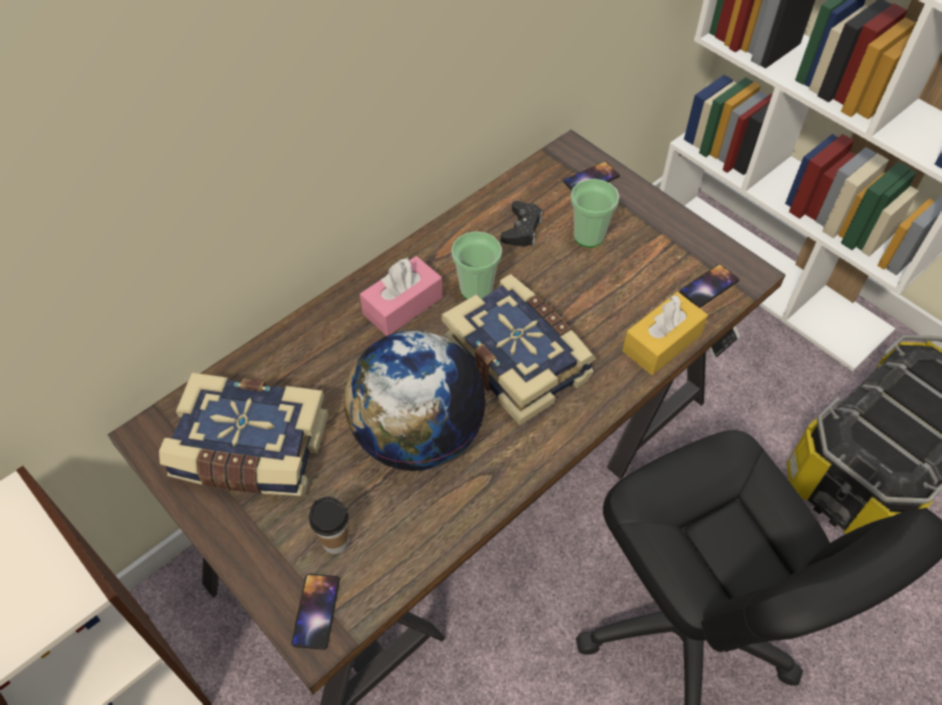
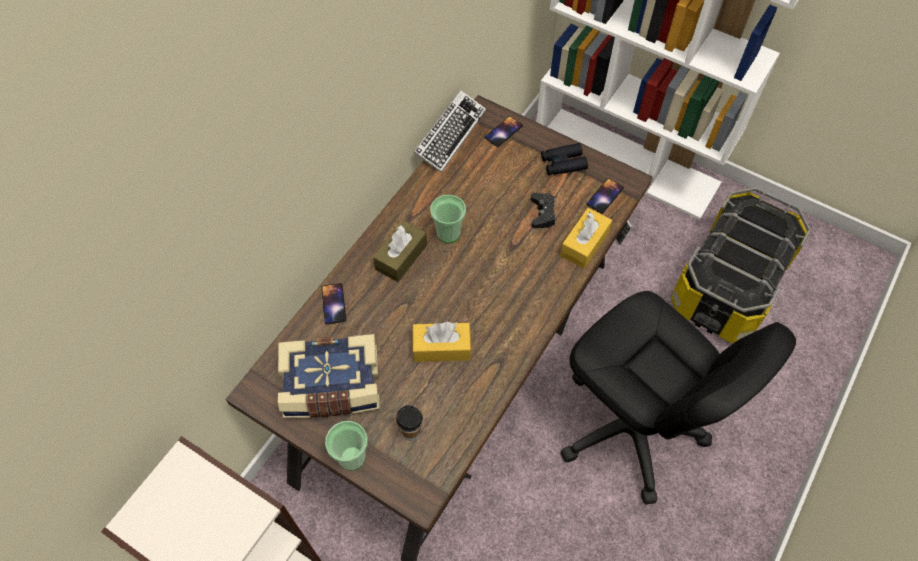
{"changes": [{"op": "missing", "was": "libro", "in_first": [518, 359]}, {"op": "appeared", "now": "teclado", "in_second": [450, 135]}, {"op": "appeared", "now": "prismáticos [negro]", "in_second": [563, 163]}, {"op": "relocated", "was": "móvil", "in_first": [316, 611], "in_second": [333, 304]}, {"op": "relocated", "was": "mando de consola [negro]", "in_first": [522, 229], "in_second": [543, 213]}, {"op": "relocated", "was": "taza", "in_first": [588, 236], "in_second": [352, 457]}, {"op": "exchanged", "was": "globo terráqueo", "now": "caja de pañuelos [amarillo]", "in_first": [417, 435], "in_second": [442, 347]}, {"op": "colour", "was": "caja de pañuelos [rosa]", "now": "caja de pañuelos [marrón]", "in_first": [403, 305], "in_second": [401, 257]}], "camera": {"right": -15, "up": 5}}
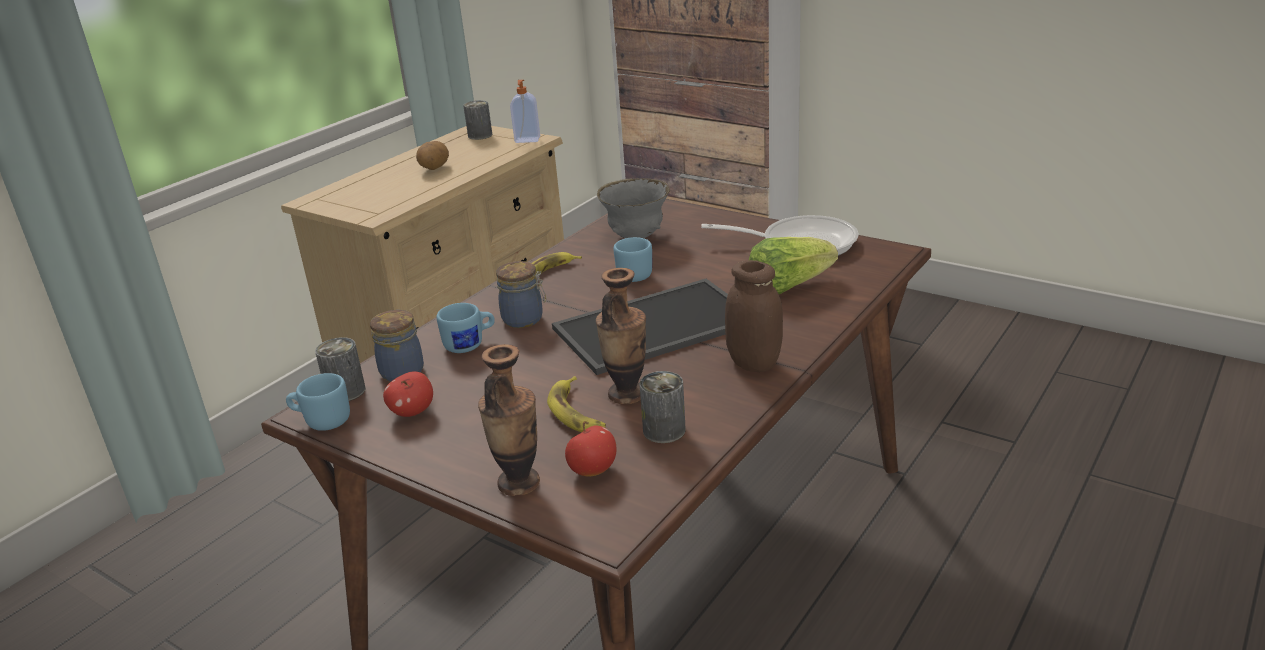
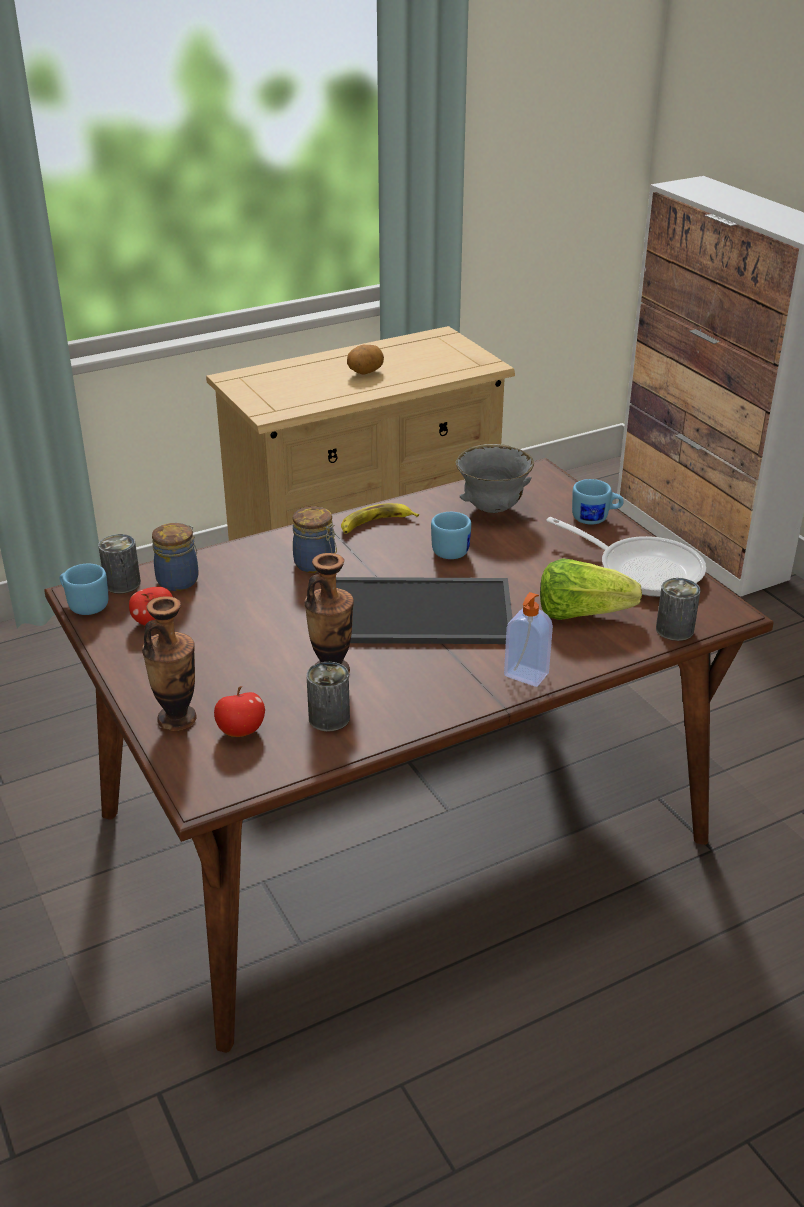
{"changes": [{"op": "missing", "was": "plátano", "in_first": [577, 412]}, {"op": "missing", "was": "tarro [marrón]", "in_first": [754, 363]}, {"op": "relocated", "was": "taza grande [azul]", "in_first": [470, 344], "in_second": [595, 519]}, {"op": "relocated", "was": "lata", "in_first": [480, 135], "in_second": [674, 630]}, {"op": "relocated", "was": "dispensador de jabón", "in_first": [527, 140], "in_second": [525, 676]}], "camera": {"right": 25, "up": 5}}
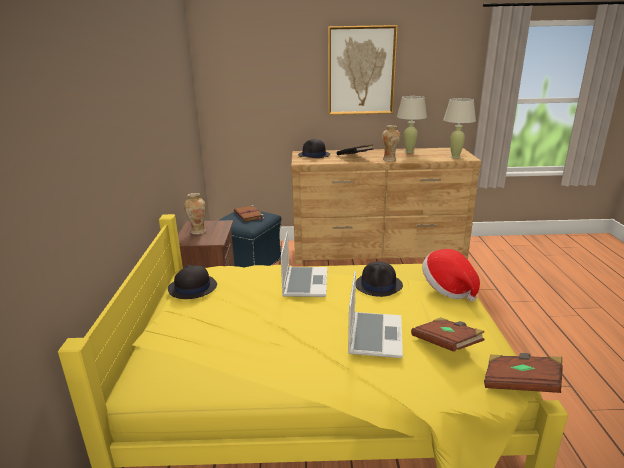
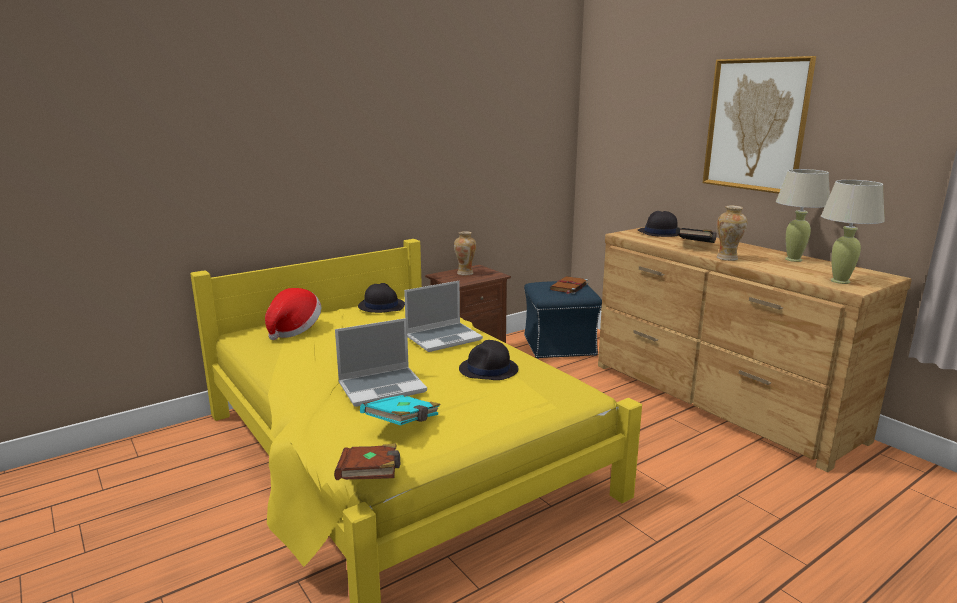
{"changes": [{"op": "relocated", "was": "sombrero", "in_first": [448, 289], "in_second": [294, 330]}, {"op": "colour", "was": "libro [marrón]", "now": "libro [turquesa]", "in_first": [446, 344], "in_second": [403, 423]}], "camera": {"right": 55, "up": -5}}
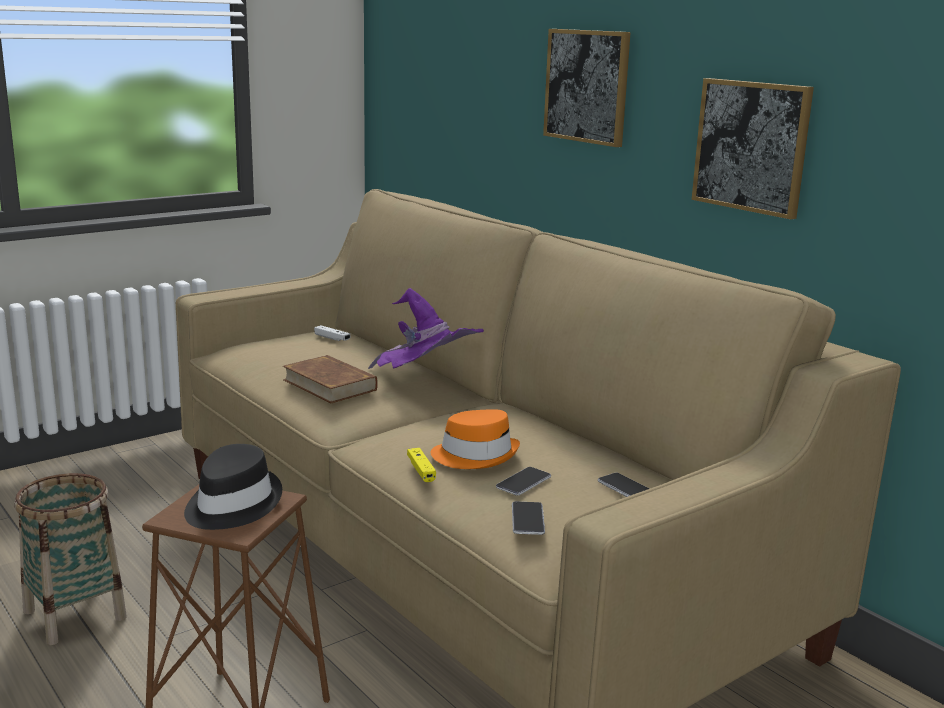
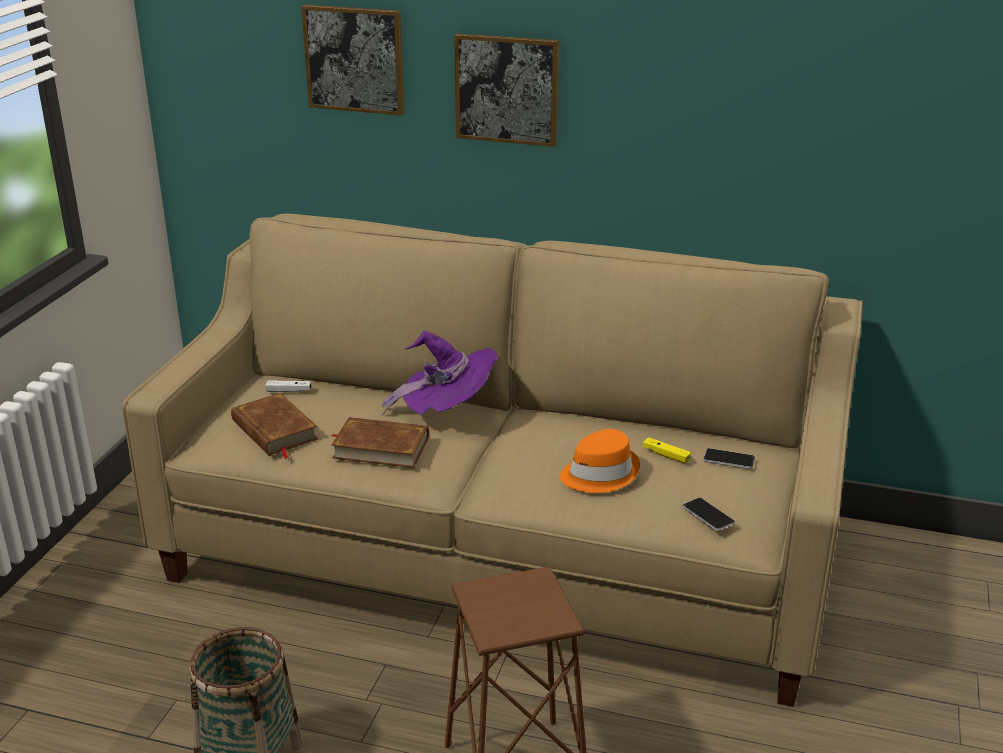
{"changes": [{"op": "missing", "was": "sombrero [negro]", "in_first": [231, 505]}, {"op": "missing", "was": "móvil", "in_first": [523, 482]}, {"op": "appeared", "now": "libro [marrón]", "in_second": [274, 430]}, {"op": "relocated", "was": "mando de consola [amarillo]", "in_first": [421, 470], "in_second": [666, 455]}, {"op": "relocated", "was": "cuadro", "in_first": [751, 146], "in_second": [354, 59]}], "camera": {"right": -35, "up": 10}}
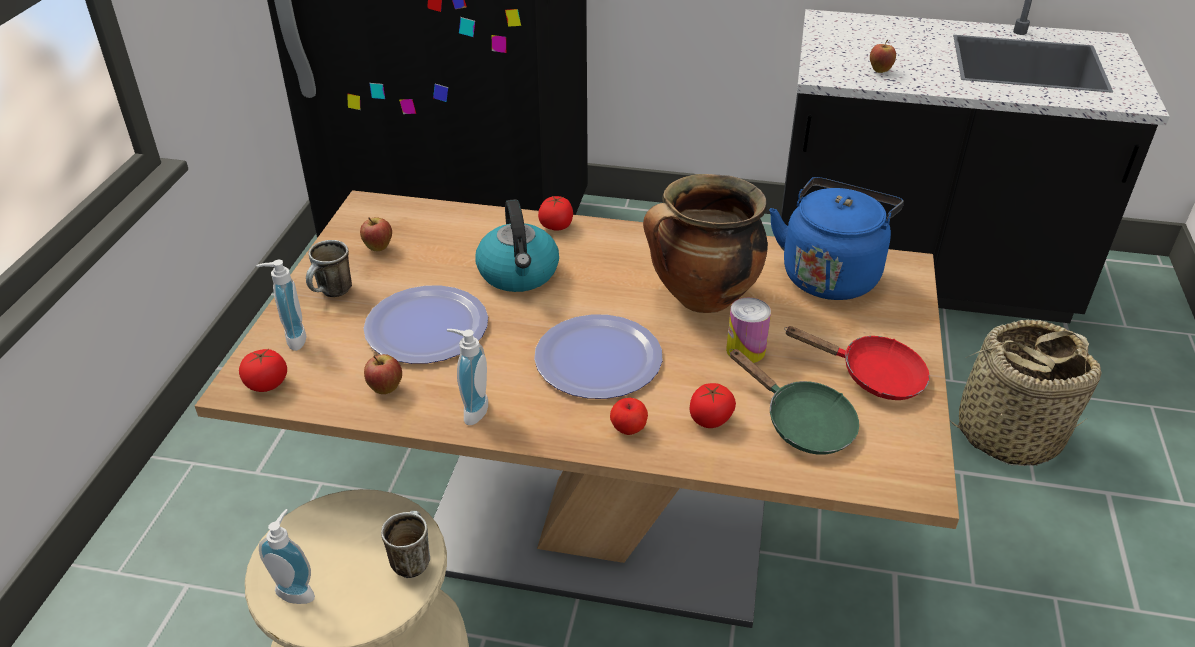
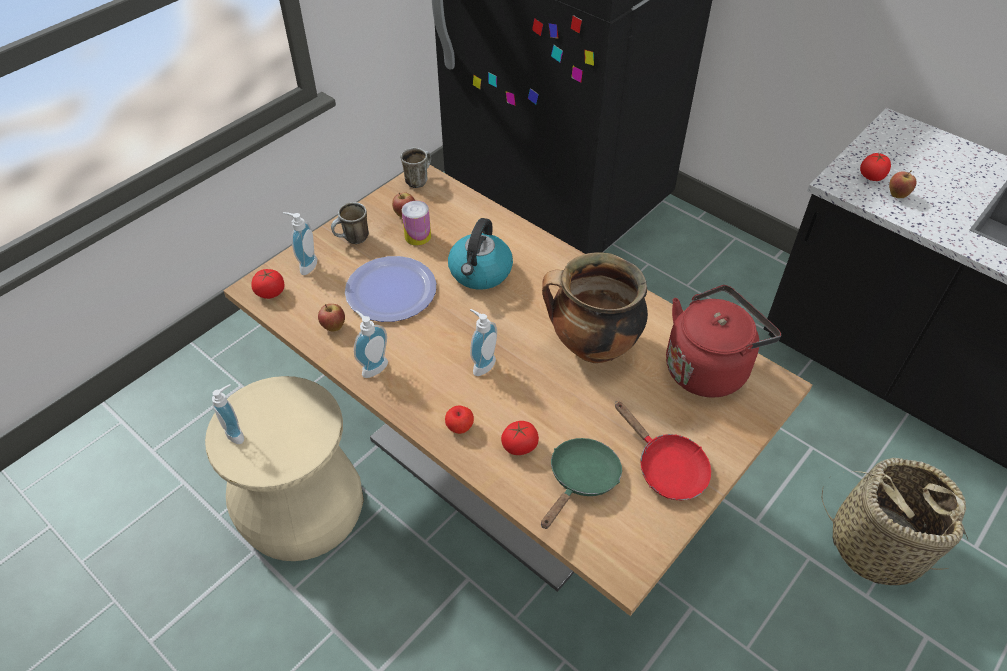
{"changes": [{"op": "relocated", "was": "taza grande", "in_first": [411, 559], "in_second": [418, 179]}, {"op": "relocated", "was": "tomate", "in_first": [556, 226], "in_second": [871, 176]}, {"op": "relocated", "was": "lata", "in_first": [745, 350], "in_second": [418, 236]}, {"op": "exchanged", "was": "plato", "now": "dispensador de jabón", "in_first": [598, 359], "in_second": [481, 364]}, {"op": "colour", "was": "hervidor [azul]", "now": "hervidor [rojo]", "in_first": [831, 274], "in_second": [709, 367]}, {"op": "spun", "was": "sartén [verde]", "in_first": [802, 423], "in_second": [581, 480], "clockwise": -135}], "camera": {"right": 30, "up": 10}}
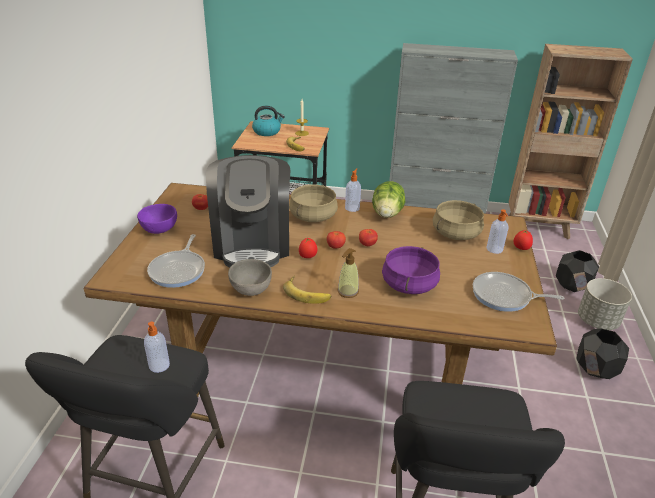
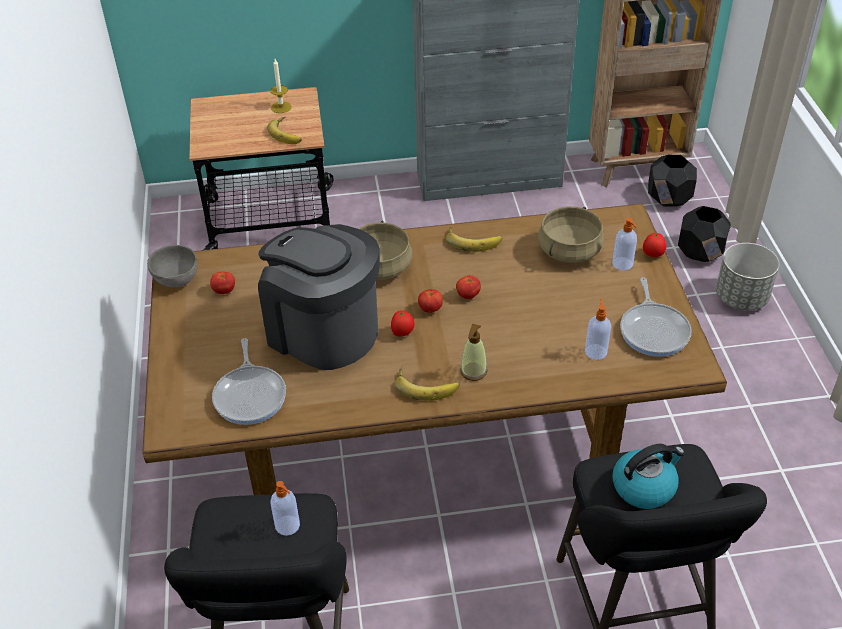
{"changes": [{"op": "missing", "was": "cuenco [morado]", "in_first": [159, 229]}, {"op": "missing", "was": "olla [morado]", "in_first": [409, 285]}, {"op": "relocated", "was": "cuenco [gris]", "in_first": [250, 290], "in_second": [176, 280]}, {"op": "relocated", "was": "hervidor", "in_first": [267, 131], "in_second": [644, 486]}, {"op": "relocated", "was": "dispensador de jabón", "in_first": [352, 208], "in_second": [596, 351]}, {"op": "relocated", "was": "maceta [negro]", "in_first": [596, 369], "in_second": [669, 199]}, {"op": "exchanged", "was": "lechuga", "now": "plátano", "in_first": [387, 214], "in_second": [473, 240]}, {"op": "spun", "was": "cafetera", "in_first": [252, 244], "in_second": [323, 331], "clockwise": 150}, {"op": "spun", "was": "sartén", "in_first": [504, 296], "in_second": [654, 330], "clockwise": -90}], "camera": {"right": -15, "up": 10}}
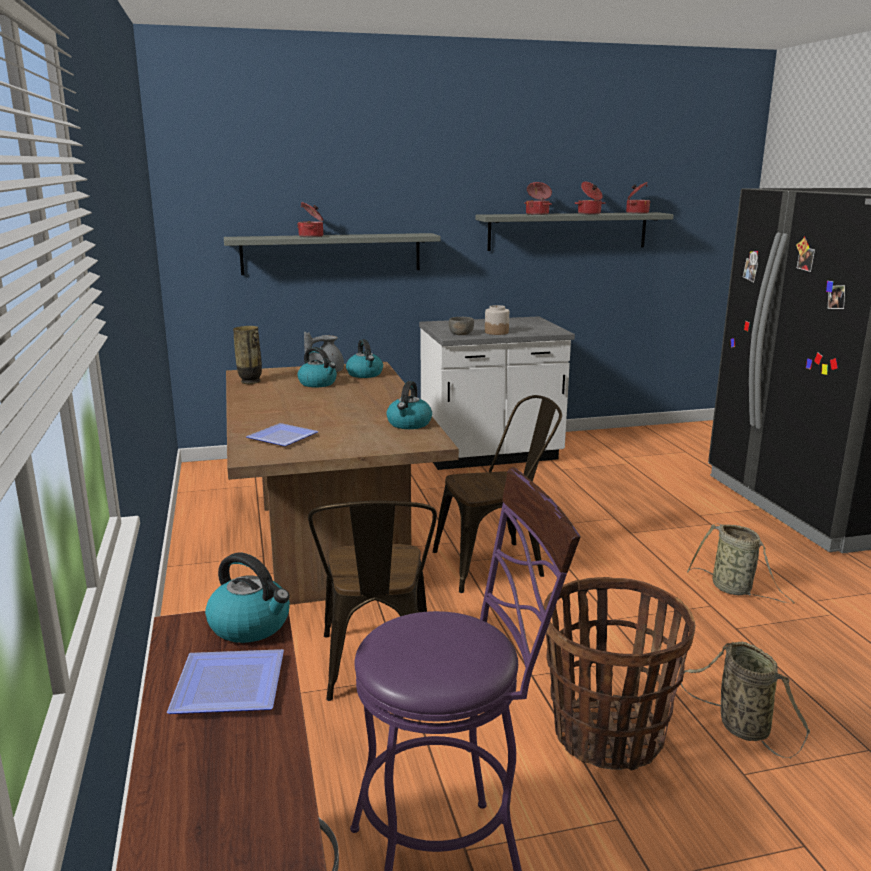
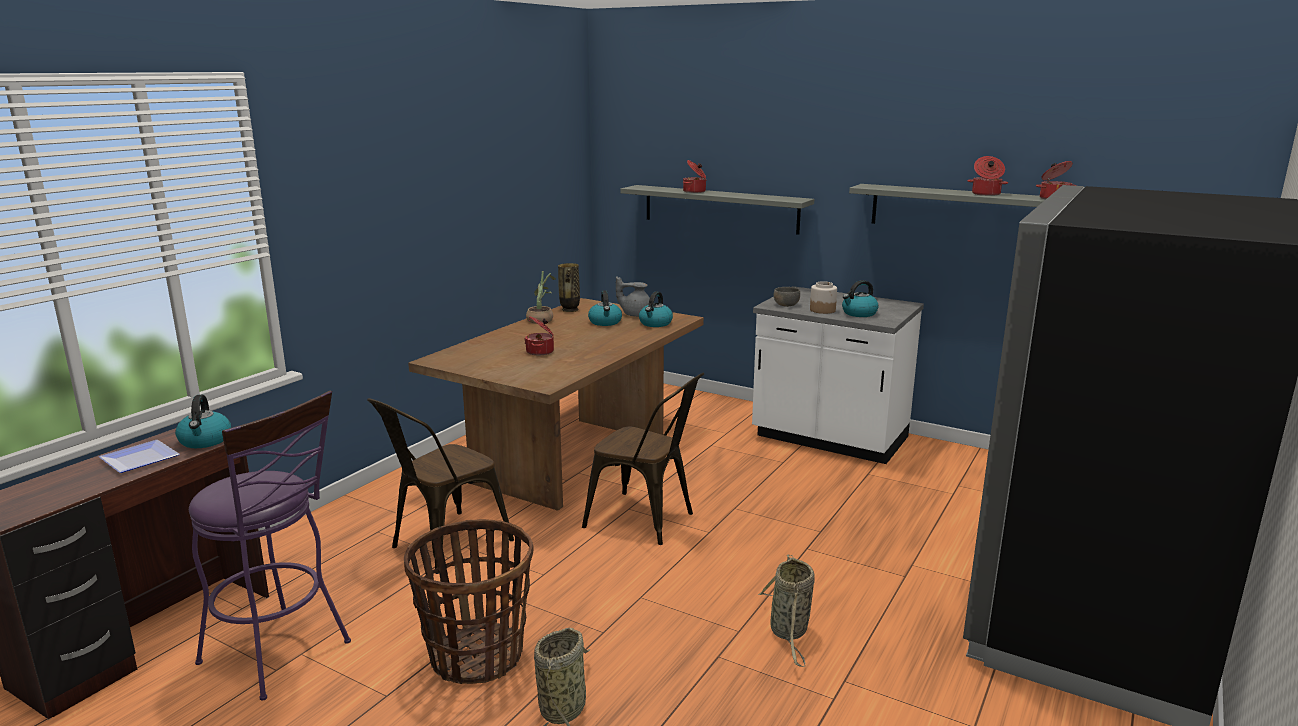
{"changes": [{"op": "missing", "was": "plato", "in_first": [280, 438]}, {"op": "appeared", "now": "planta en maceta", "in_second": [541, 319]}, {"op": "relocated", "was": "hervidor", "in_first": [409, 424], "in_second": [859, 313]}, {"op": "relocated", "was": "olla", "in_first": [537, 214], "in_second": [541, 351]}], "camera": {"right": 45, "up": 0}}
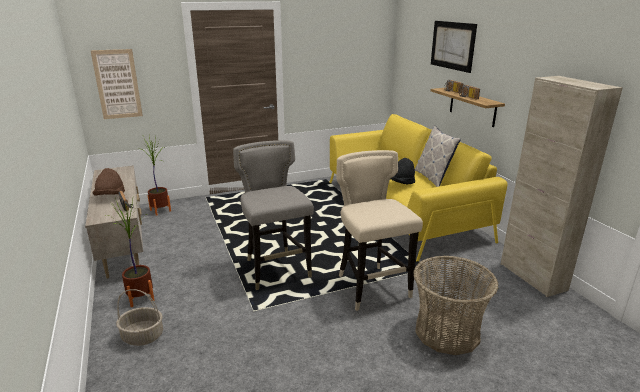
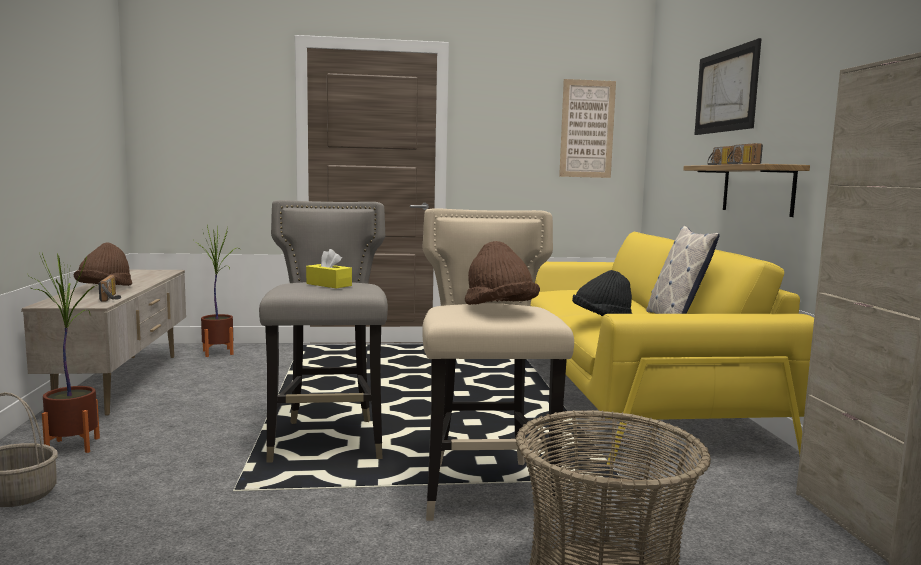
{"changes": [{"op": "appeared", "now": "caja de pañuelos [amarillo]", "in_second": [329, 284]}, {"op": "appeared", "now": "sombrero [marrón]", "in_second": [499, 309]}, {"op": "relocated", "was": "cuadro", "in_first": [117, 84], "in_second": [587, 129]}], "camera": {"right": 15, "up": -15}}
